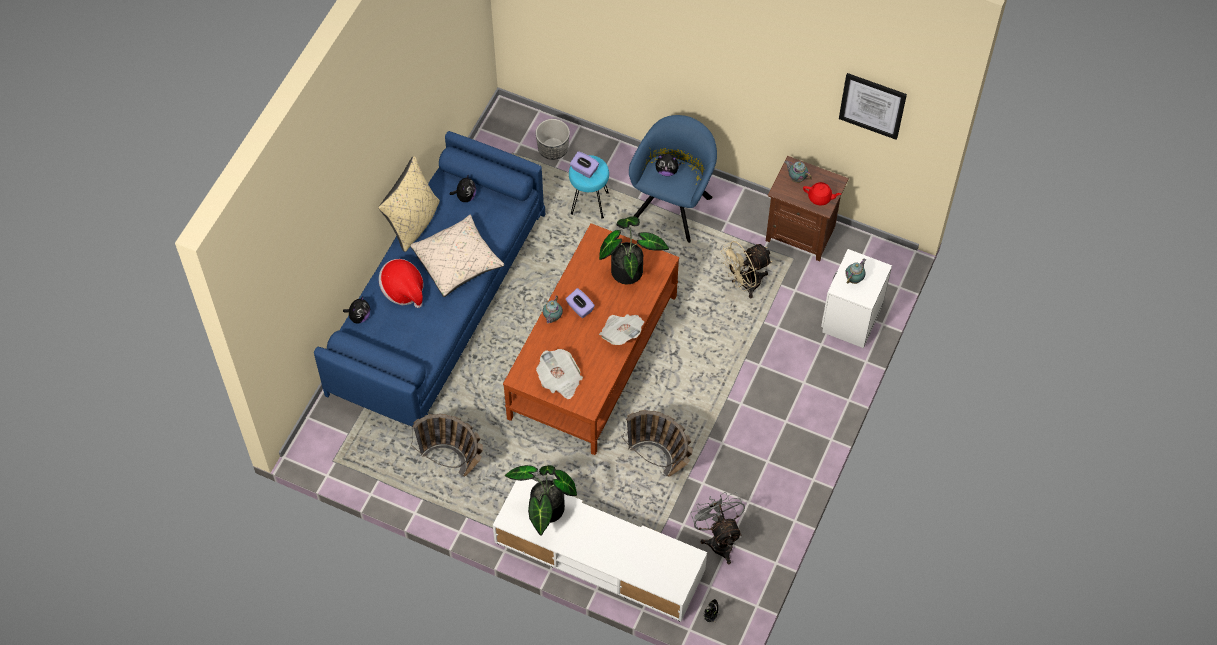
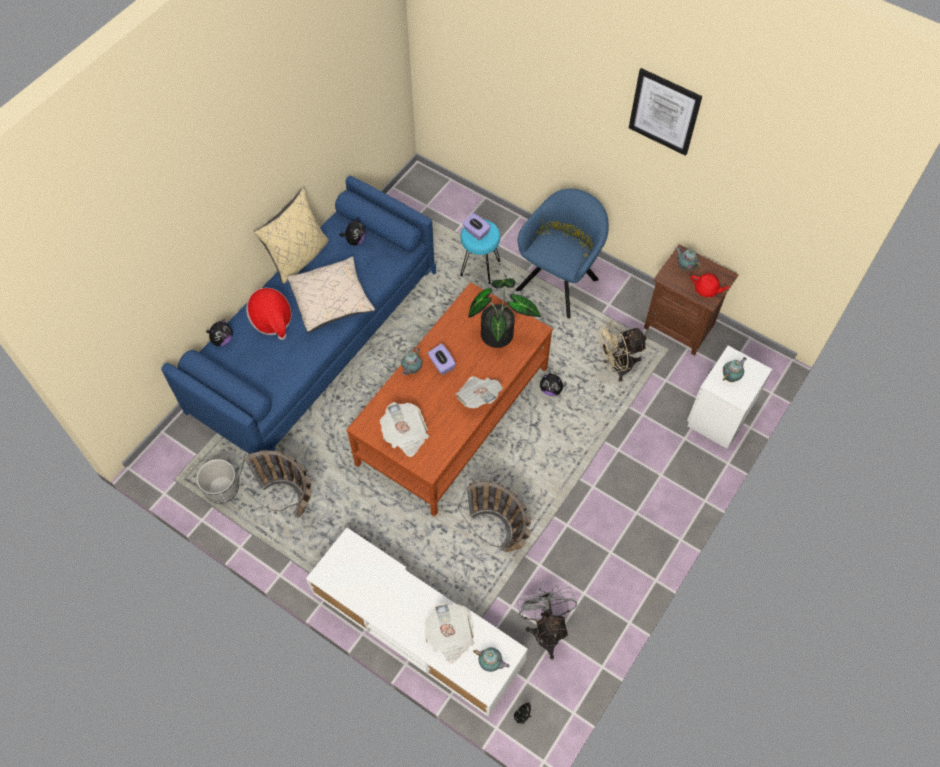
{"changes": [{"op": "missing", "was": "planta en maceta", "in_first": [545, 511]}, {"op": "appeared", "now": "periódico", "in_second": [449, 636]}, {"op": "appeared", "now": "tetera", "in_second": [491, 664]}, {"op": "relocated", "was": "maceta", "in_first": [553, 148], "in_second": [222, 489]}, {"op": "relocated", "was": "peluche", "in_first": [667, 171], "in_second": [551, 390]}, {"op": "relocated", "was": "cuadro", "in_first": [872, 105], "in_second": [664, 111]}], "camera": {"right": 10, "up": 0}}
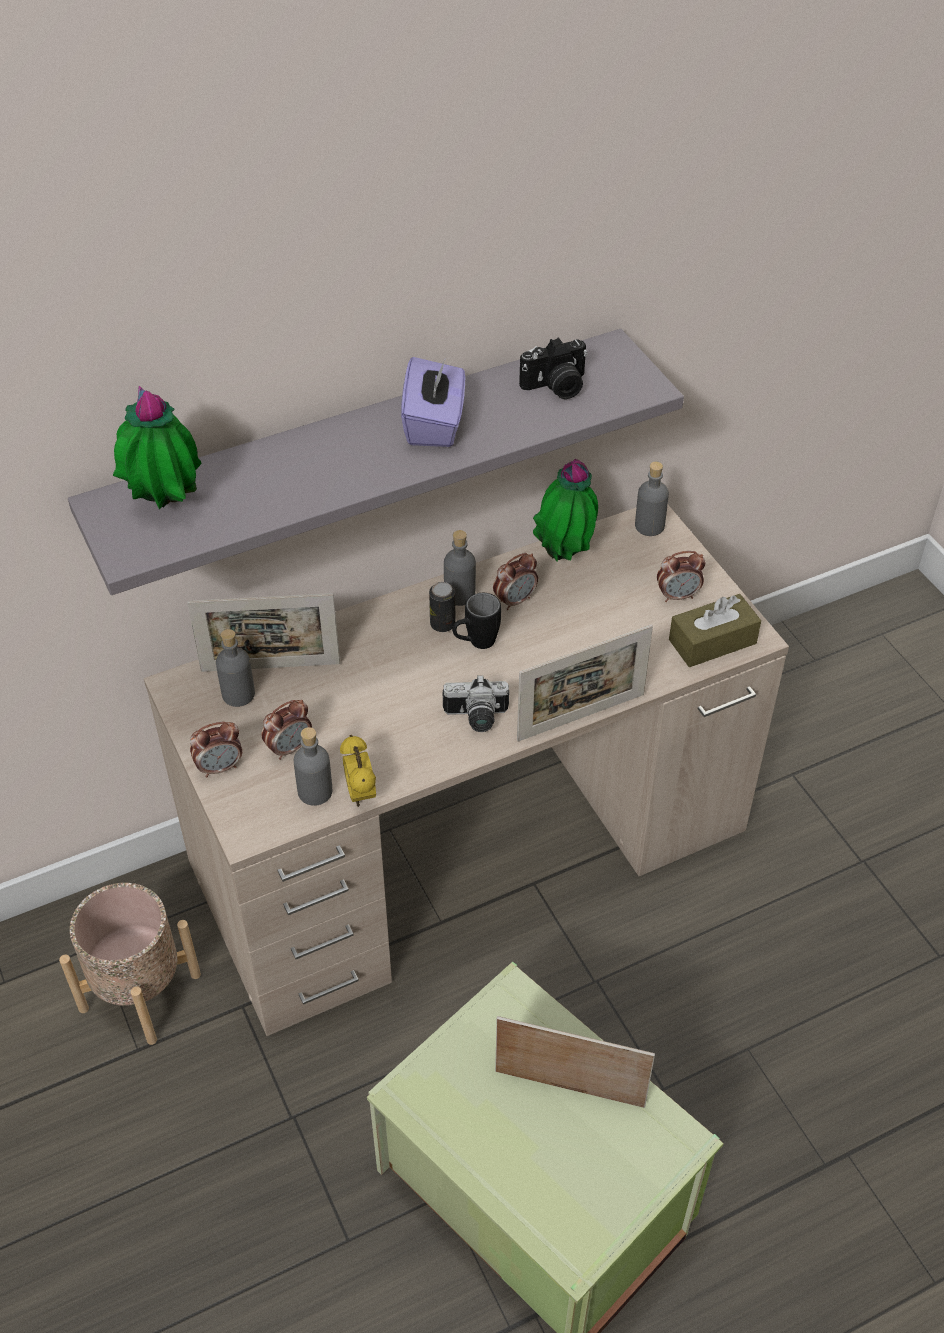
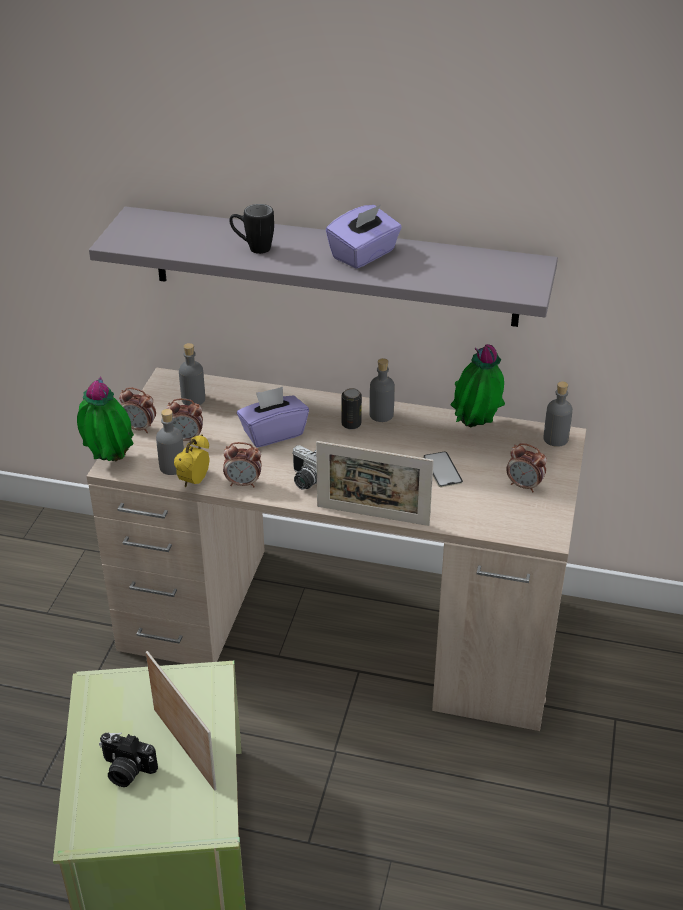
{"changes": [{"op": "missing", "was": "maceta [beis]", "in_first": [139, 991]}, {"op": "missing", "was": "portarretratos", "in_first": [270, 667]}, {"op": "missing", "was": "caja de pañuelos [marrón]", "in_first": [712, 641]}, {"op": "appeared", "now": "caja de pañuelos [morado]", "in_second": [273, 433]}, {"op": "appeared", "now": "móvil", "in_second": [442, 469]}, {"op": "relocated", "was": "planta en maceta", "in_first": [165, 507], "in_second": [109, 461]}, {"op": "relocated", "was": "taza grande [negro]", "in_first": [475, 643], "in_second": [253, 248]}, {"op": "relocated", "was": "despertador", "in_first": [515, 600], "in_second": [243, 483]}, {"op": "relocated", "was": "cámara", "in_first": [556, 387], "in_second": [126, 770]}], "camera": {"right": 40, "up": -10}}
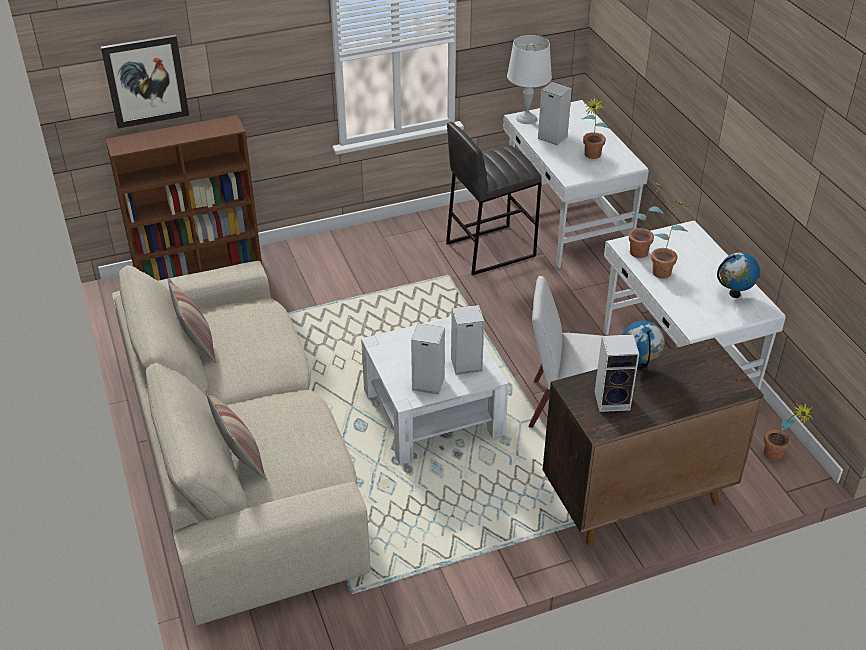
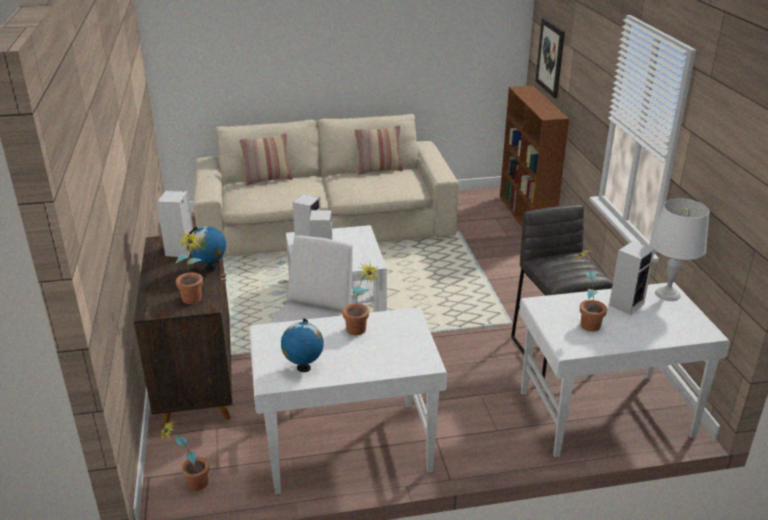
{"changes": [{"op": "relocated", "was": "planta en maceta", "in_first": [642, 250], "in_second": [194, 301]}], "camera": {"right": 100, "up": -10}}
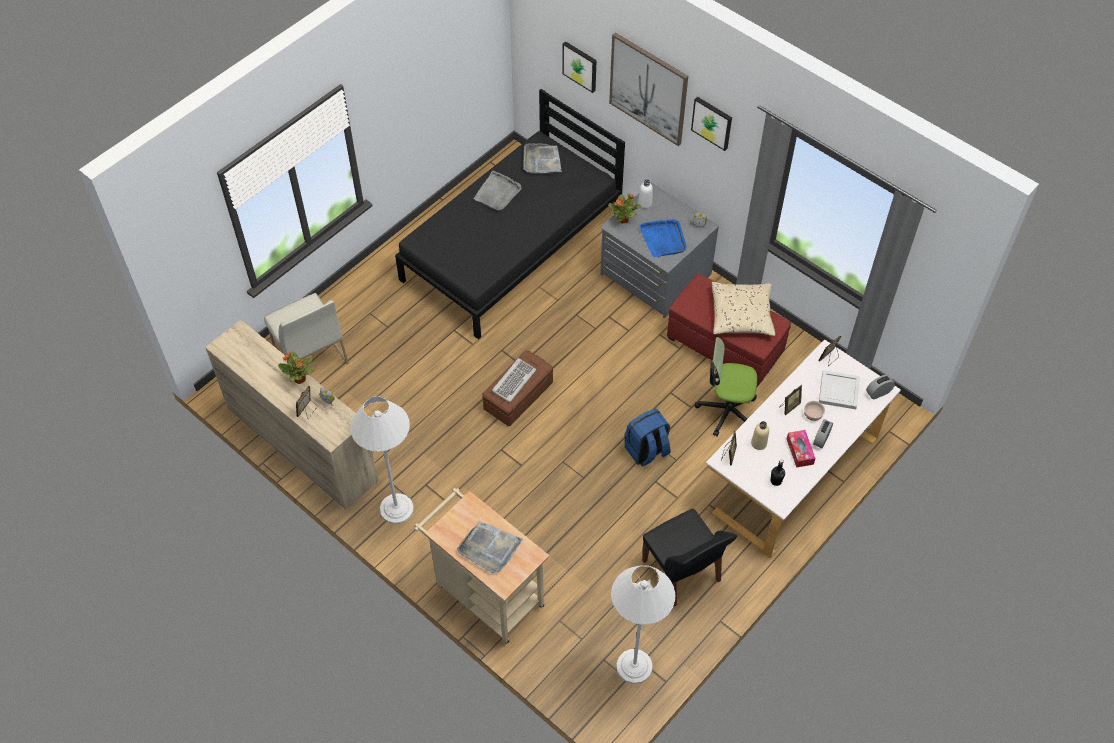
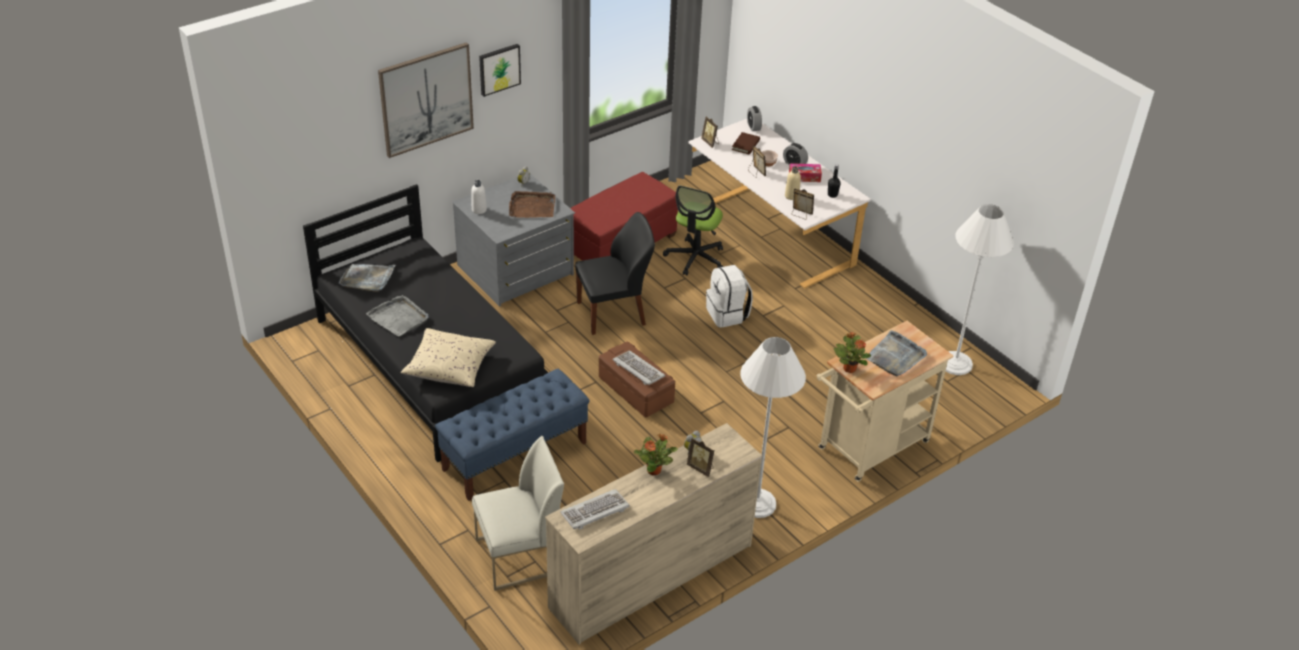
{"changes": [{"op": "missing", "was": "cuadro", "in_first": [580, 66]}, {"op": "appeared", "now": "banco [azul]", "in_second": [515, 455]}, {"op": "appeared", "now": "teclado", "in_second": [595, 511]}, {"op": "relocated", "was": "planta en maceta", "in_first": [623, 219], "in_second": [849, 368]}, {"op": "relocated", "was": "silla [negro]", "in_first": [682, 572], "in_second": [613, 313]}, {"op": "relocated", "was": "cojín [beis]", "in_first": [741, 315], "in_second": [449, 367]}, {"op": "exchanged", "was": "bandeja [blanco]", "now": "libro [marrón]", "in_first": [838, 390], "in_second": [745, 145]}, {"op": "colour", "was": "mochila [azul]", "now": "mochila [blanco]", "in_first": [647, 451], "in_second": [728, 314]}, {"op": "colour", "was": "bandeja [azul]", "now": "bandeja [marrón]", "in_first": [663, 239], "in_second": [532, 207]}], "camera": {"right": -80, "up": -15}}
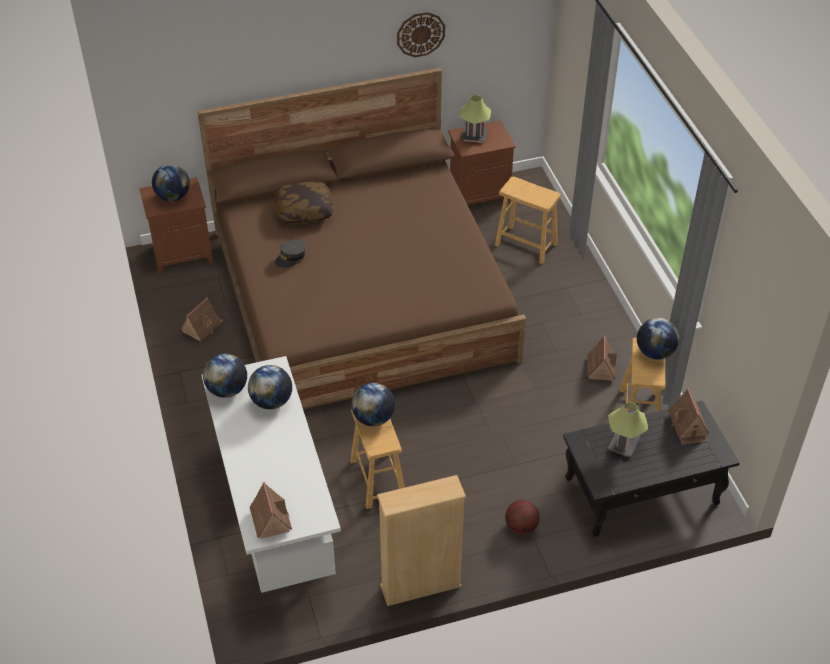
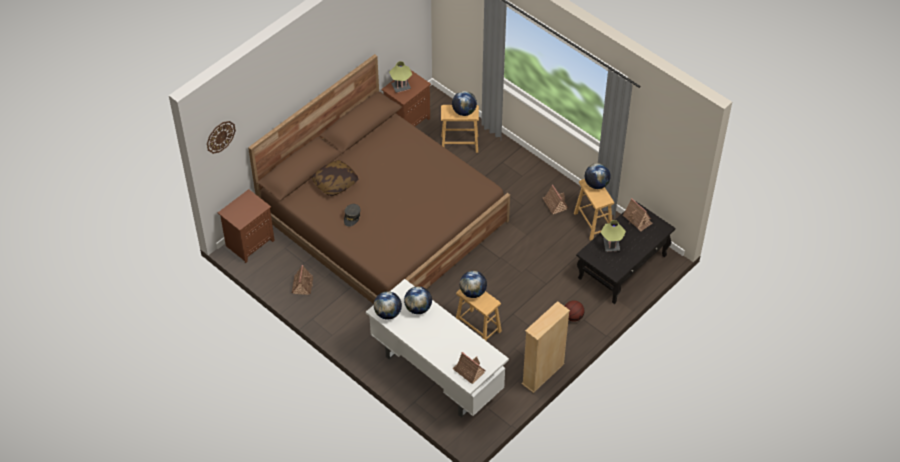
{"changes": [{"op": "relocated", "was": "globo terráqueo", "in_first": [173, 197], "in_second": [464, 111]}, {"op": "relocated", "was": "reloj de pared", "in_first": [420, 34], "in_second": [220, 136]}], "camera": {"right": -30, "up": 5}}
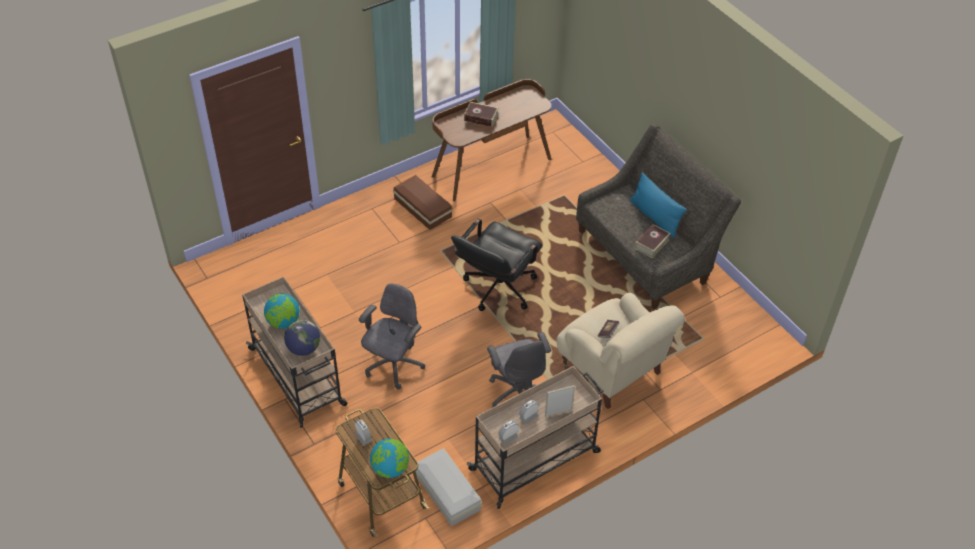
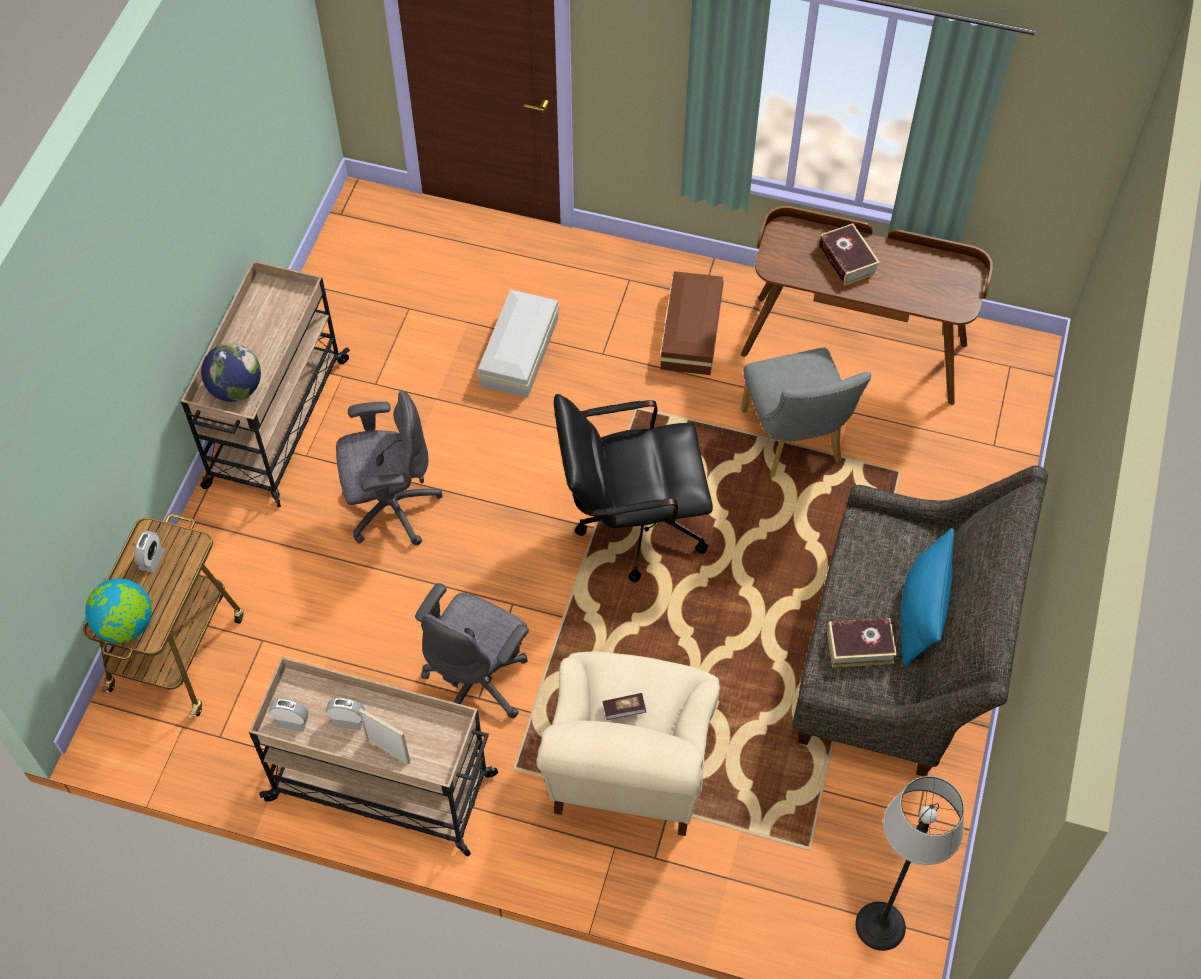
{"changes": [{"op": "missing", "was": "globo terráqueo", "in_first": [283, 322]}, {"op": "appeared", "now": "silla [gris]", "in_second": [795, 442]}, {"op": "appeared", "now": "lámpara de pie", "in_second": [880, 926]}, {"op": "relocated", "was": "caja de almacenaje [blanco]", "in_first": [447, 493], "in_second": [517, 352]}], "camera": {"right": 50, "up": 10}}
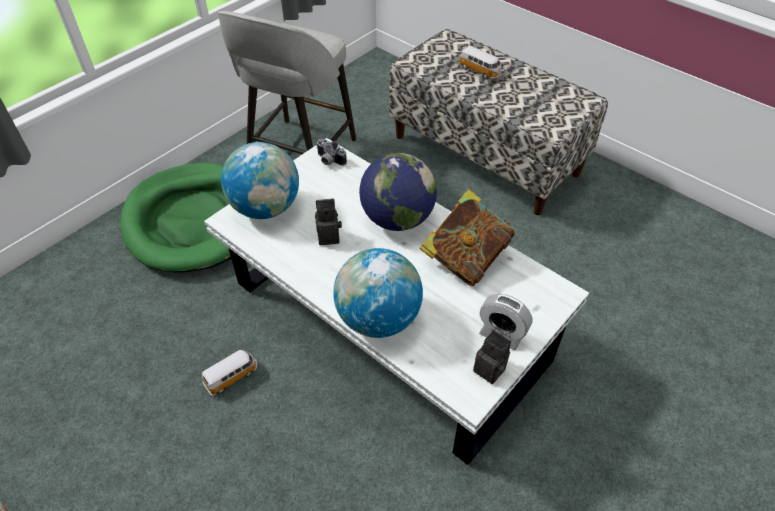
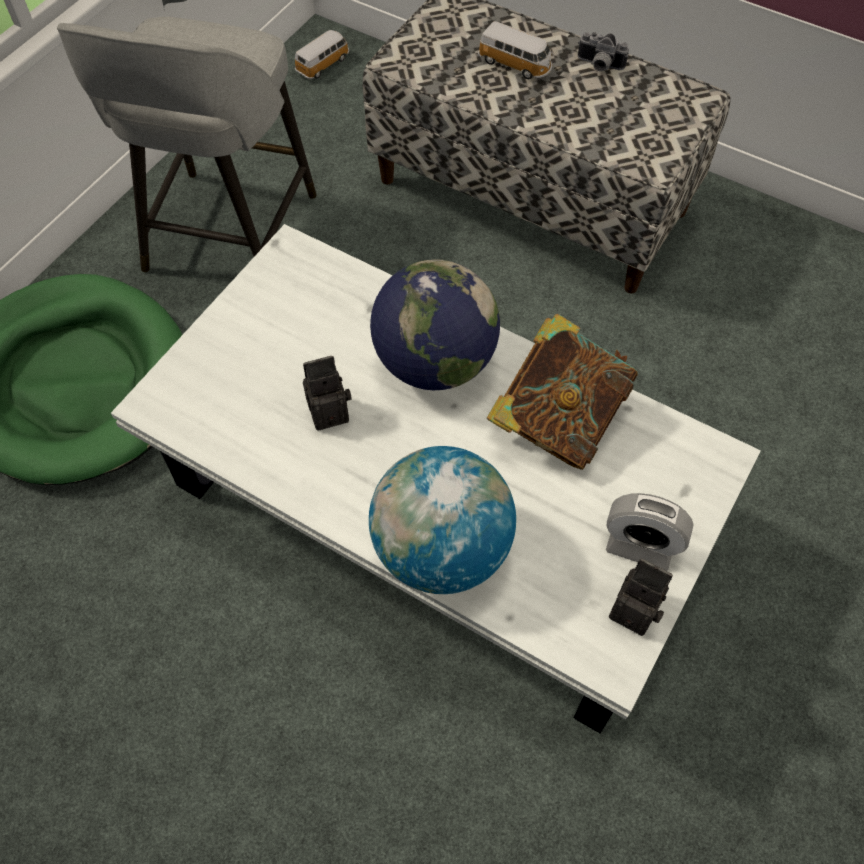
{"changes": [{"op": "missing", "was": "globo terráqueo", "in_first": [266, 208]}, {"op": "relocated", "was": "coche de juguete", "in_first": [232, 376], "in_second": [324, 64]}, {"op": "relocated", "was": "cámara", "in_first": [329, 161], "in_second": [599, 66]}], "camera": {"right": -10, "up": 10}}
